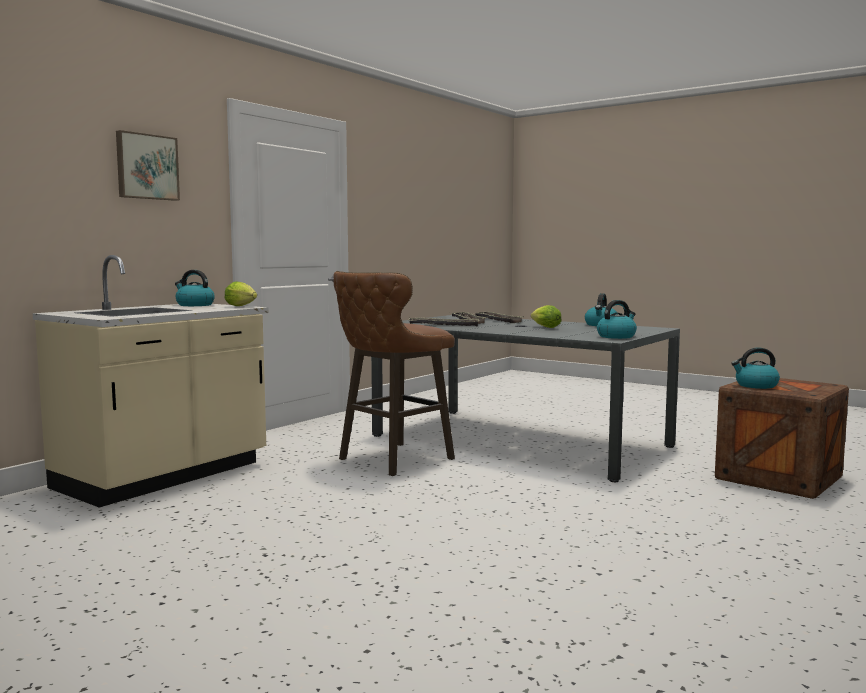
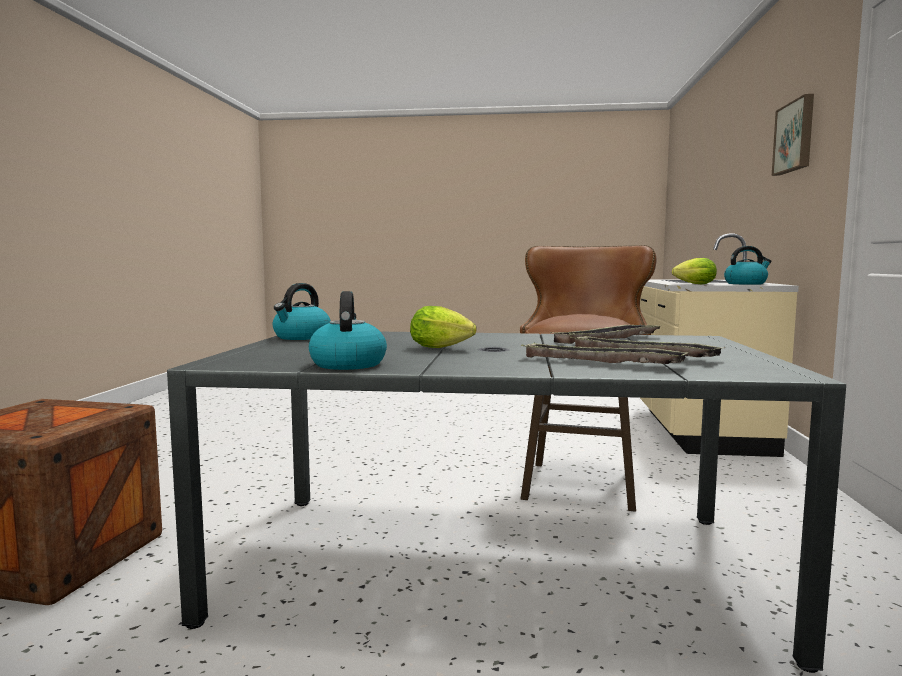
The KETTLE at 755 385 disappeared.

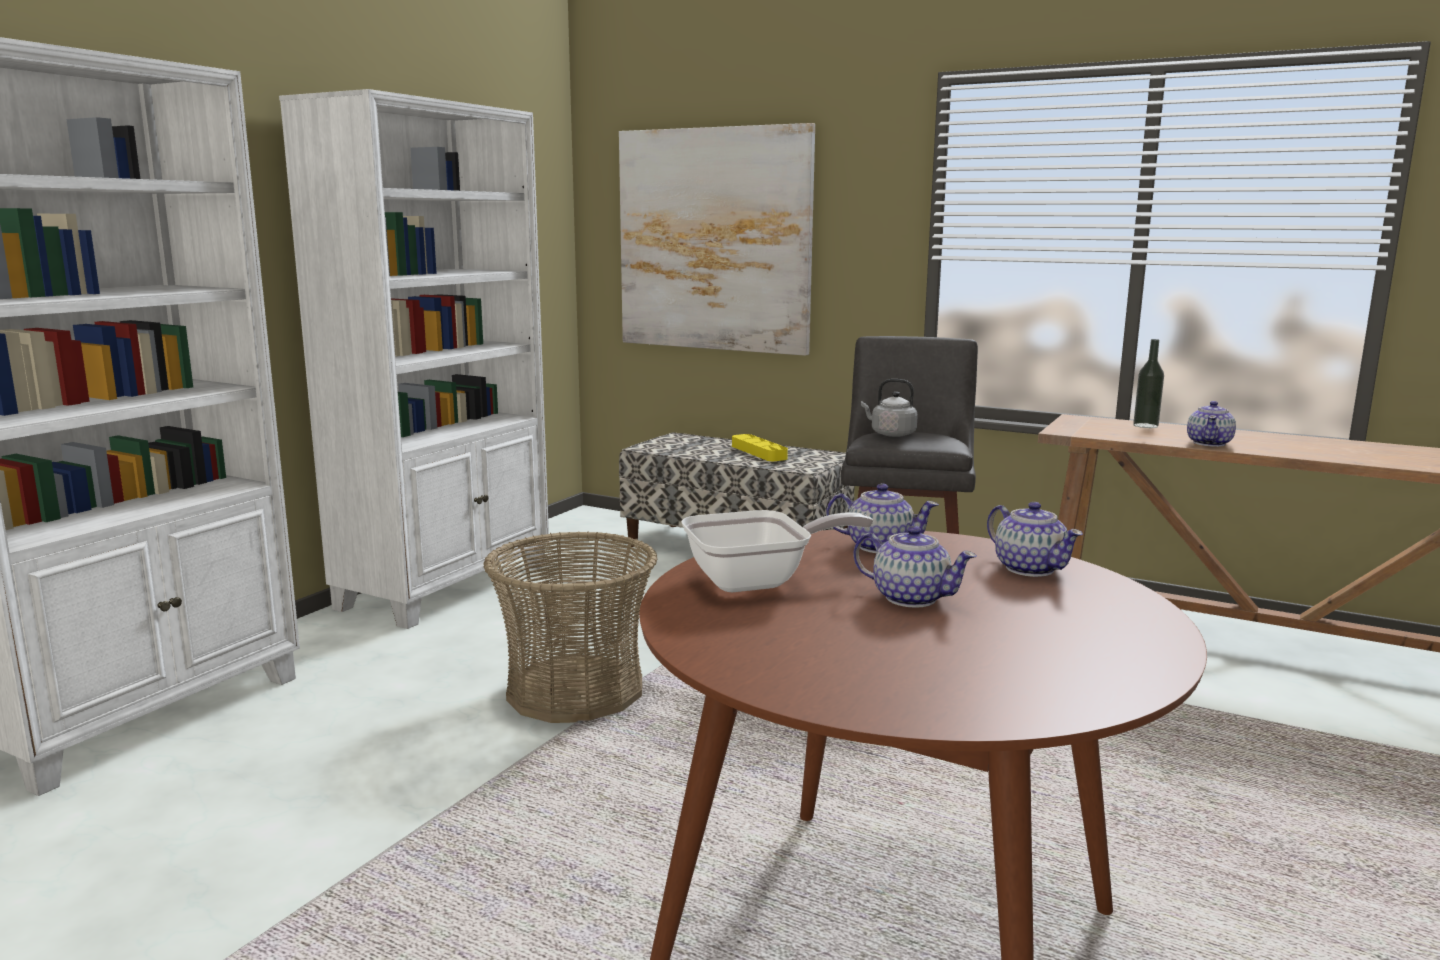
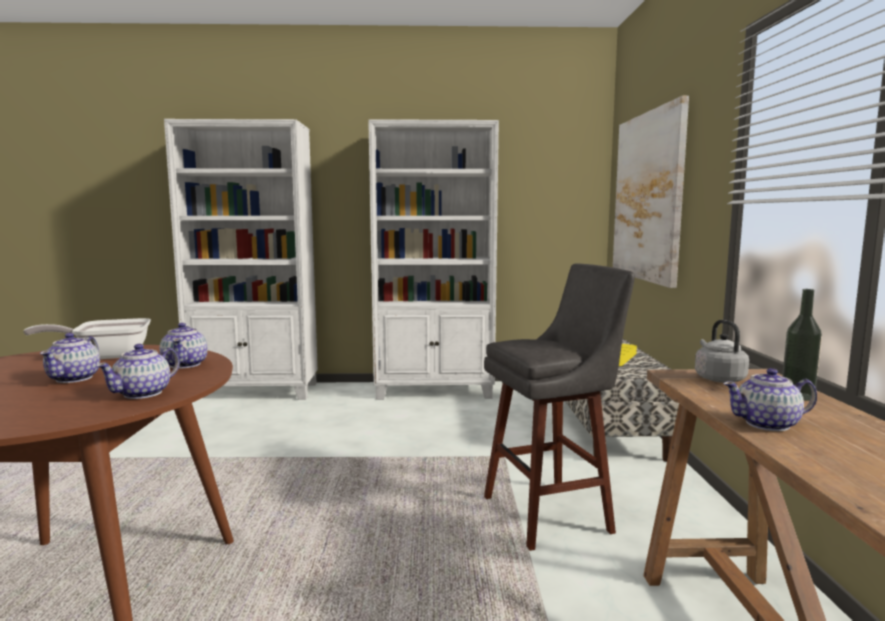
The BASKET at 576 691 disappeared. The GREY KETTLE moved from 890 434 to 718 378. The FRYING PAN at 759 581 turned 120 degrees clockwise.

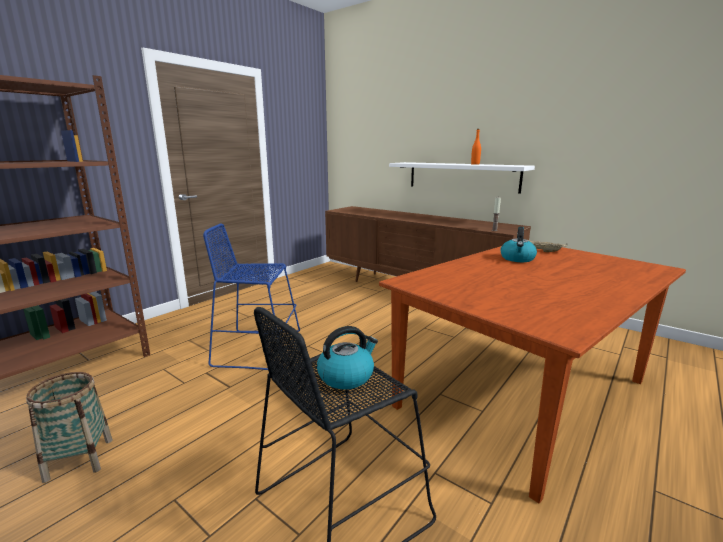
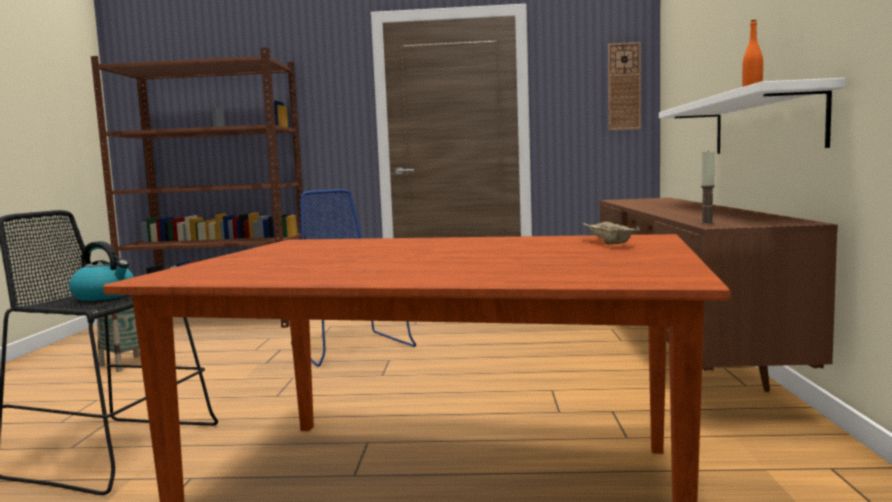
The KETTLE at 517 259 disappeared. The WALL CLOCK at 624 86 appeared.

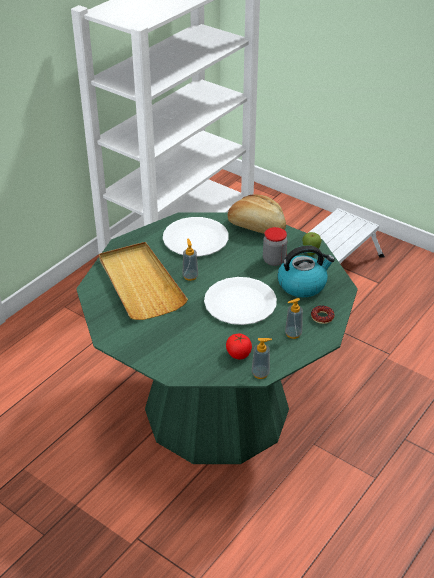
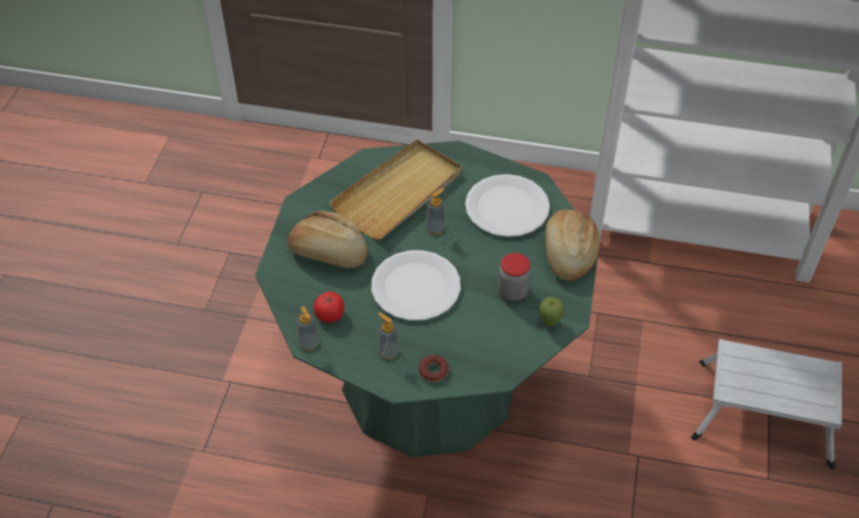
The KETTLE at 302 284 disappeared. The BREAD at 328 253 appeared.

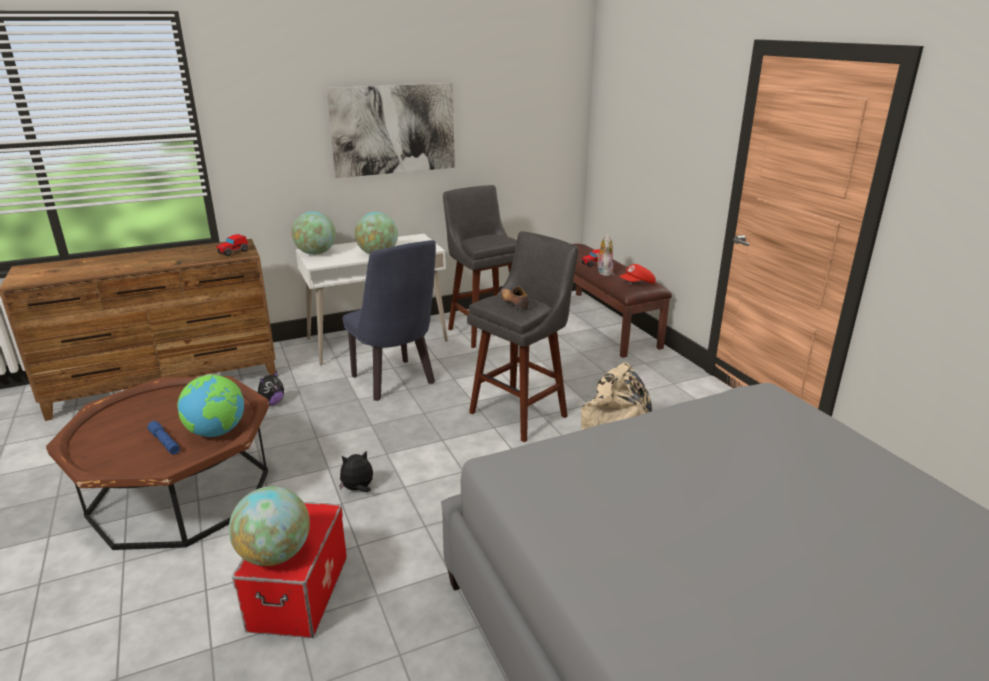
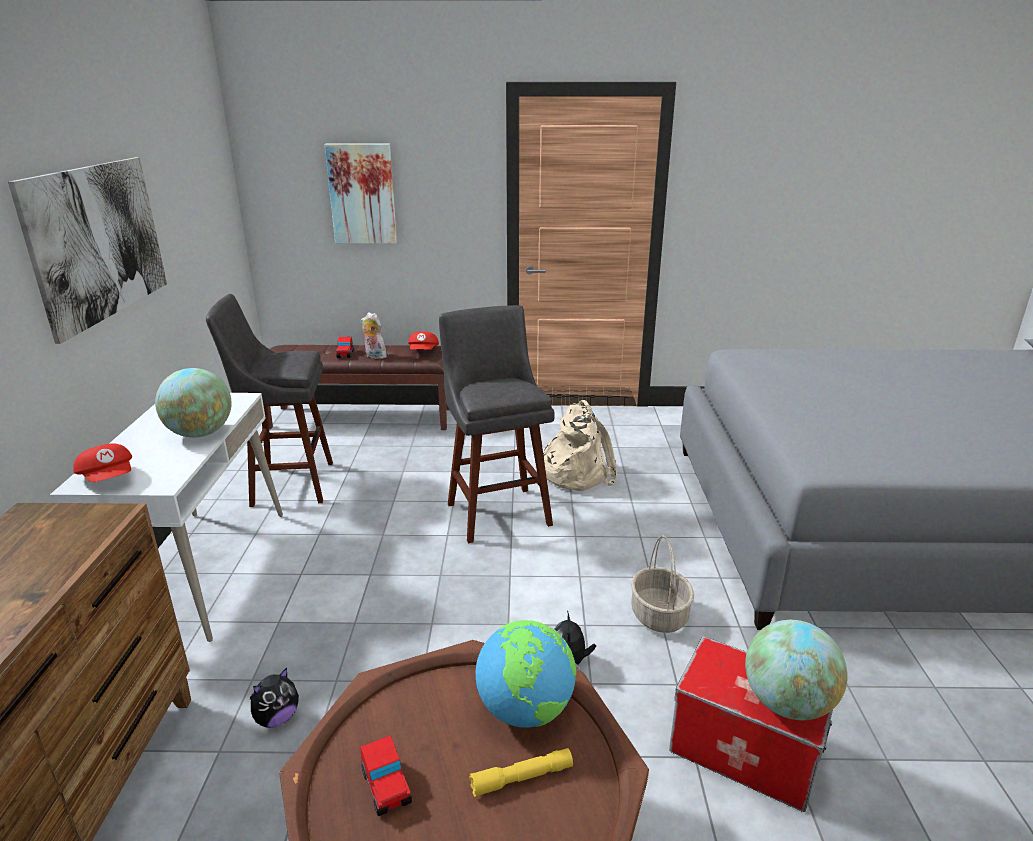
The BLUE CHAIR at 396 382 disappeared. The SHOE at 513 303 disappeared. The PICTURE at 362 194 appeared. The BASKET at 658 615 appeared. The TOY CAR moved from 233 252 to 386 788. The GLOBE at 316 253 was replaced by the RED CAP at 109 478. The BLUE FLASHLIGHT at 165 442 became the YELLOW FLASHLIGHT at 522 778. The PLUSH TOY at 271 403 turned 75 degrees clockwise.

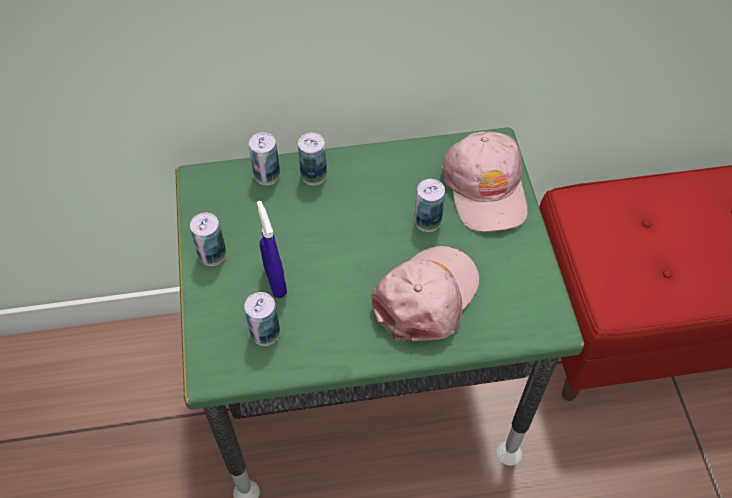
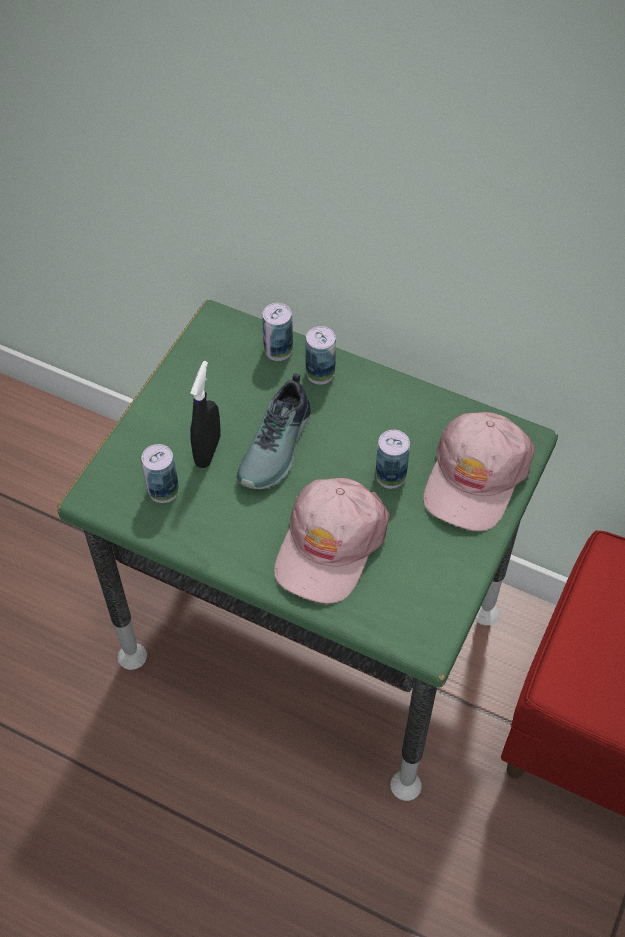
The CAN at 212 255 disappeared. The SHOE at 278 446 appeared. The BLUE SPRAY BOTTLE at 275 282 became the BLACK SPRAY BOTTLE at 208 451. The PINK CAP at 426 297 turned 135 degrees clockwise.

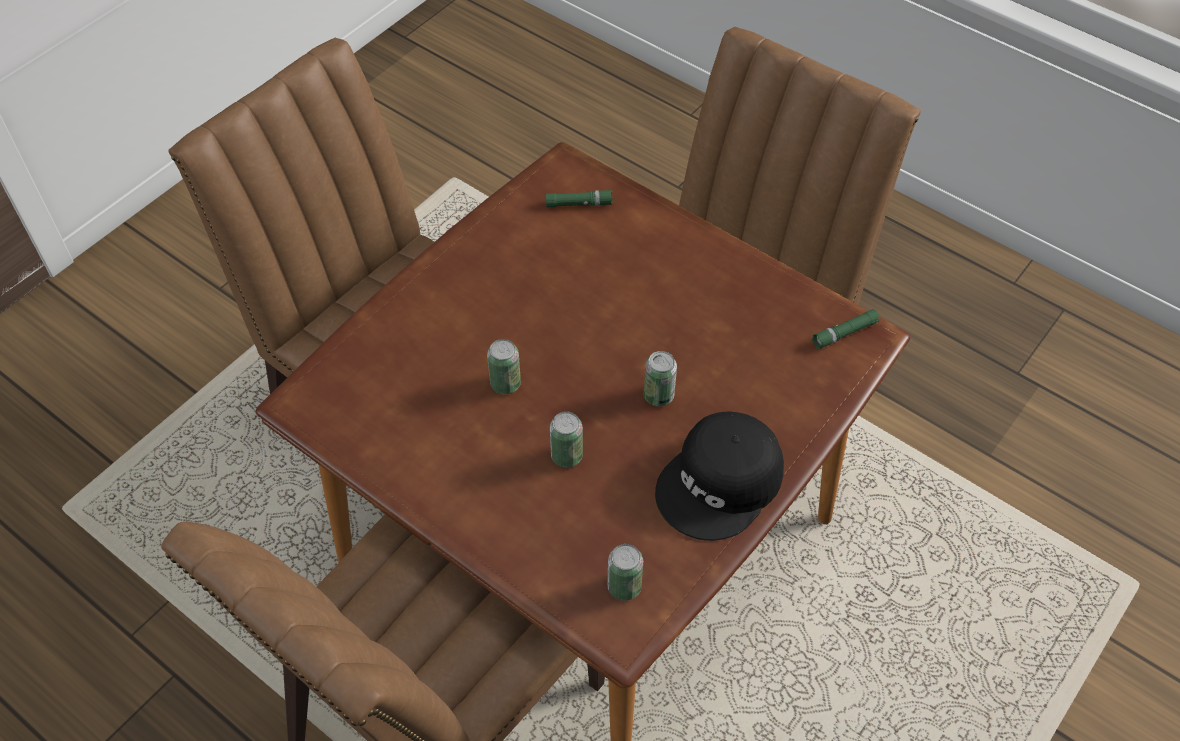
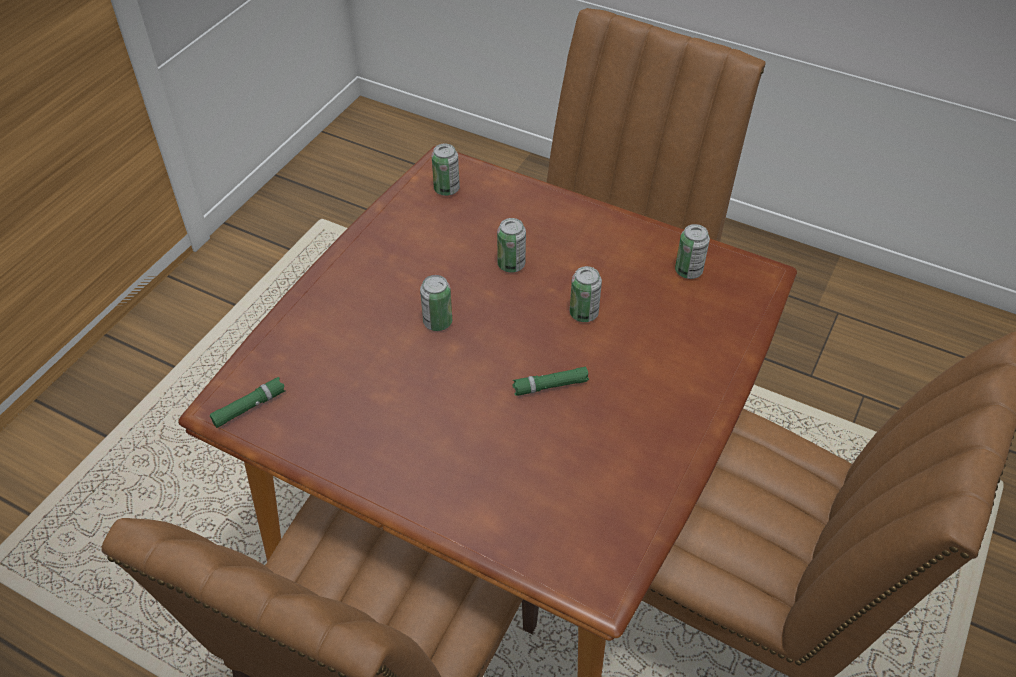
The BLACK CAP at 721 484 disappeared. The CAN at 688 271 appeared. The GREEN FLASHLIGHT moved from 579 203 to 550 386.

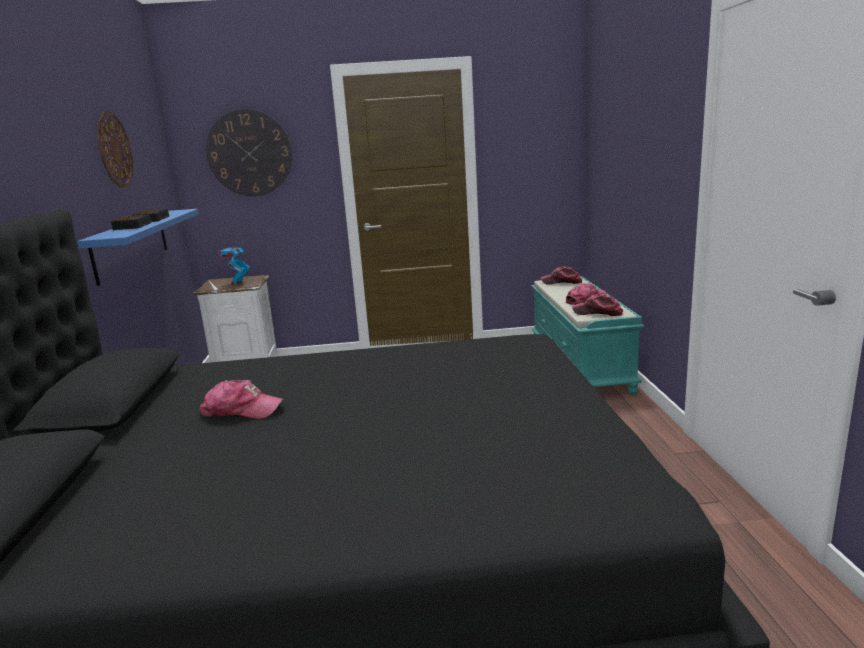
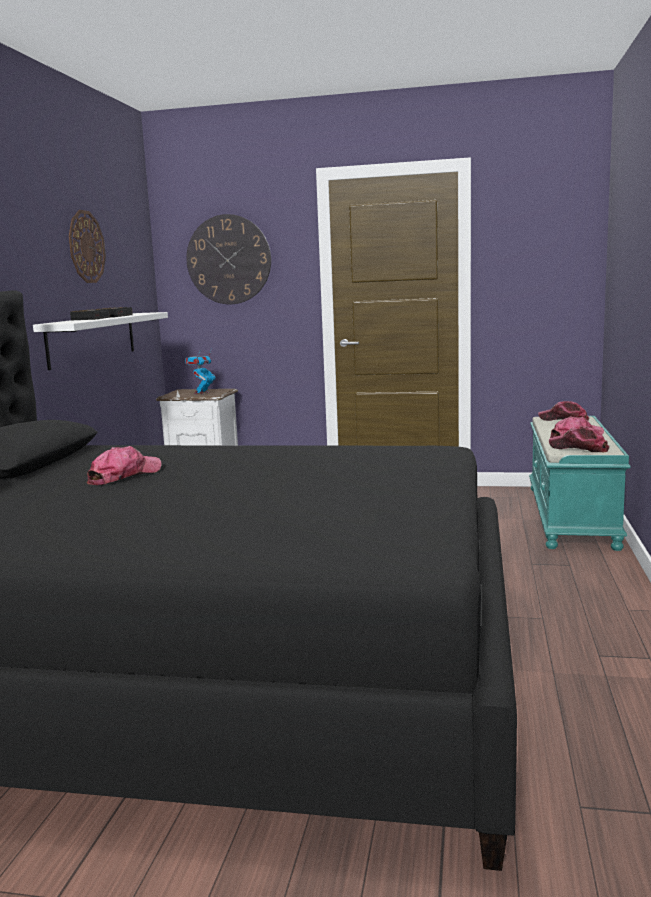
The BLUE SHELF at 131 244 became the WHITE SHELF at 92 339. The CAP at 241 410 turned 75 degrees counterclockwise.

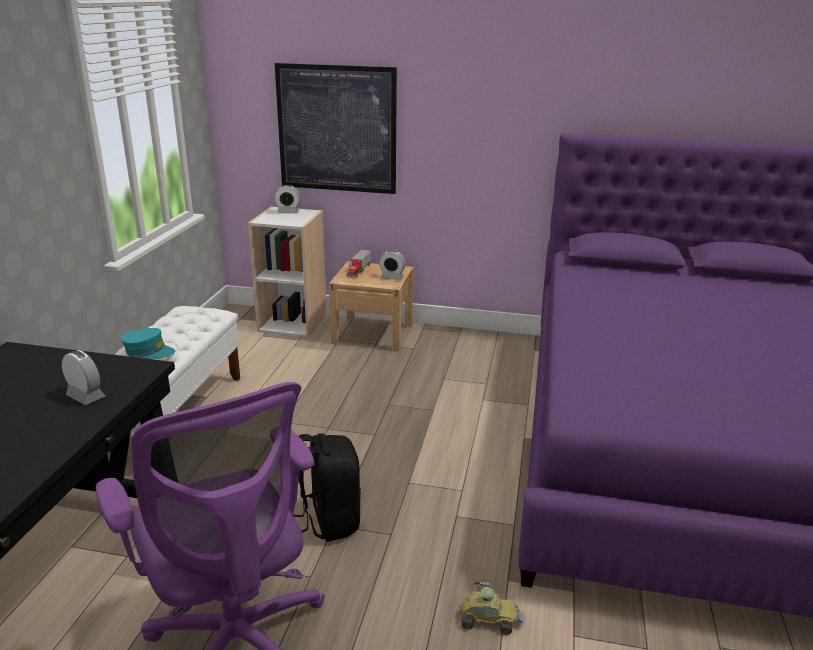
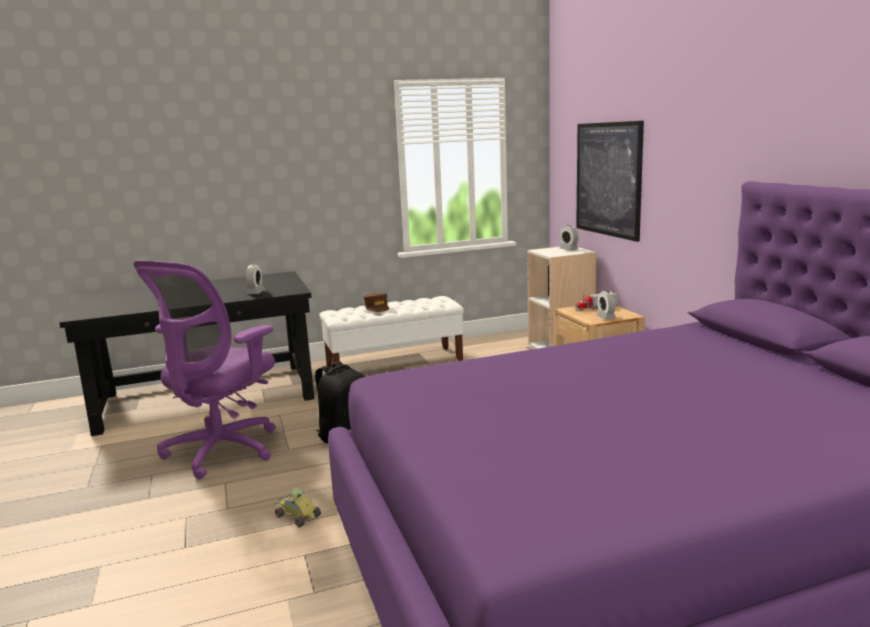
The TURQUOISE CAP at 148 352 became the BROWN CAP at 377 308. The TOY CAR at 488 618 turned 150 degrees clockwise.

